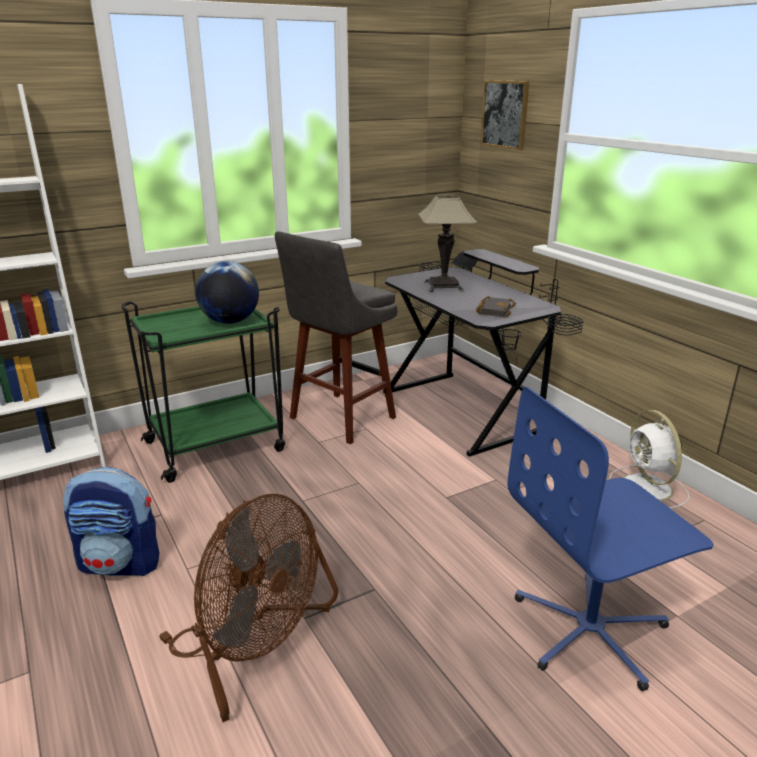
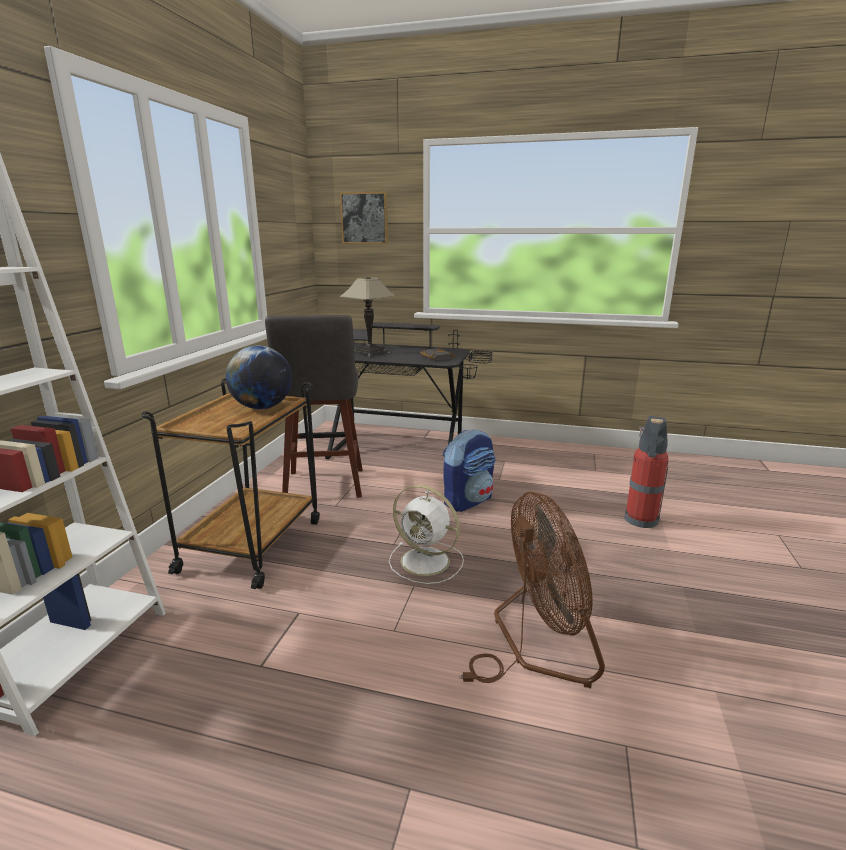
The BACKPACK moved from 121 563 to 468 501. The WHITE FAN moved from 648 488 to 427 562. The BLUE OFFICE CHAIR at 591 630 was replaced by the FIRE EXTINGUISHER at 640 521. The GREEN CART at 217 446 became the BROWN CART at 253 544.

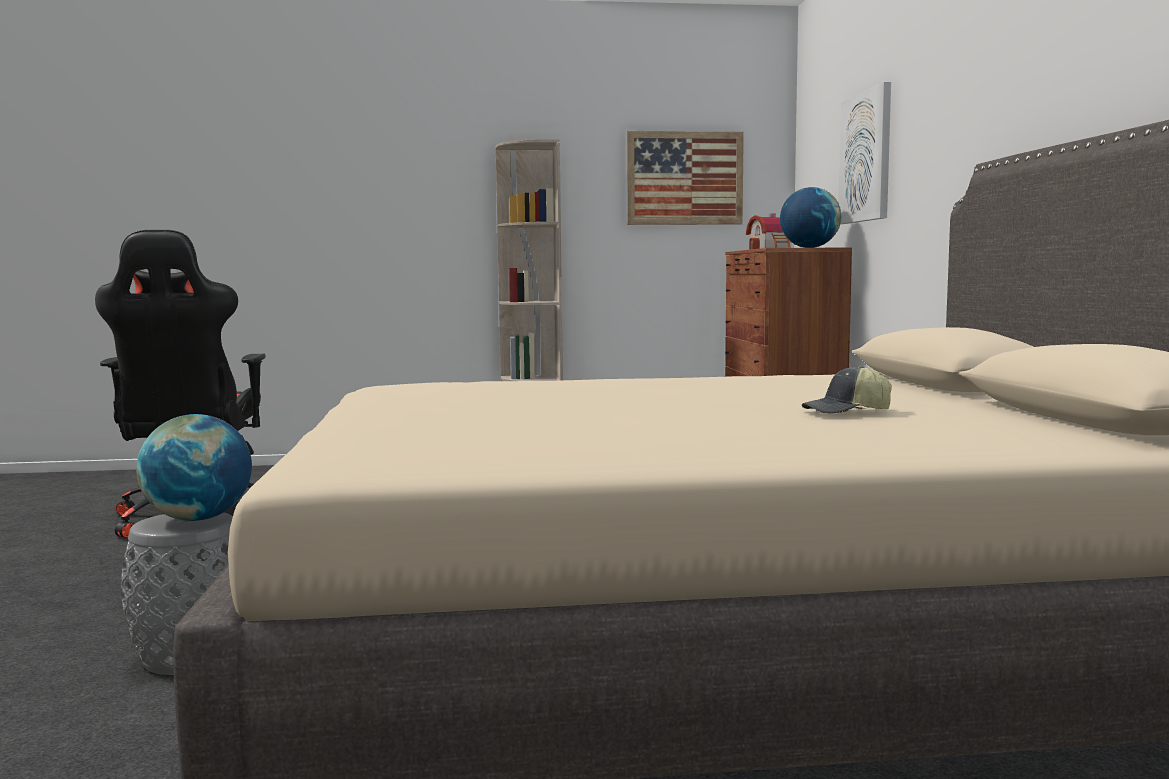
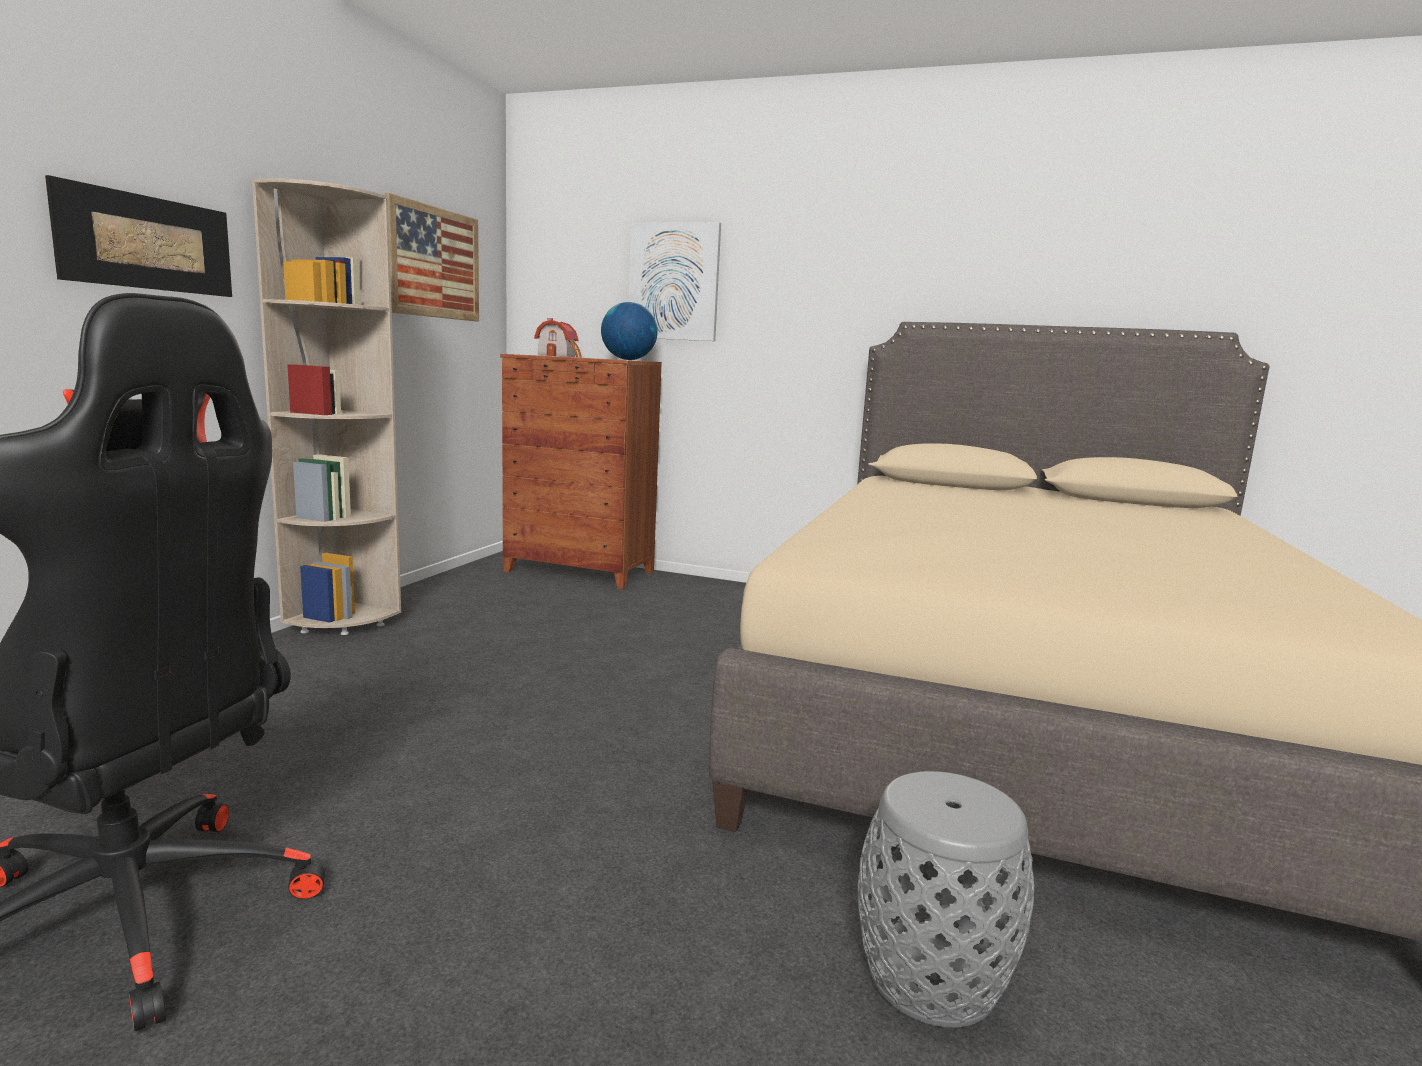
The GLOBE at 198 519 disappeared. The CAP at 846 412 disappeared. The PICTURE at 147 243 appeared.

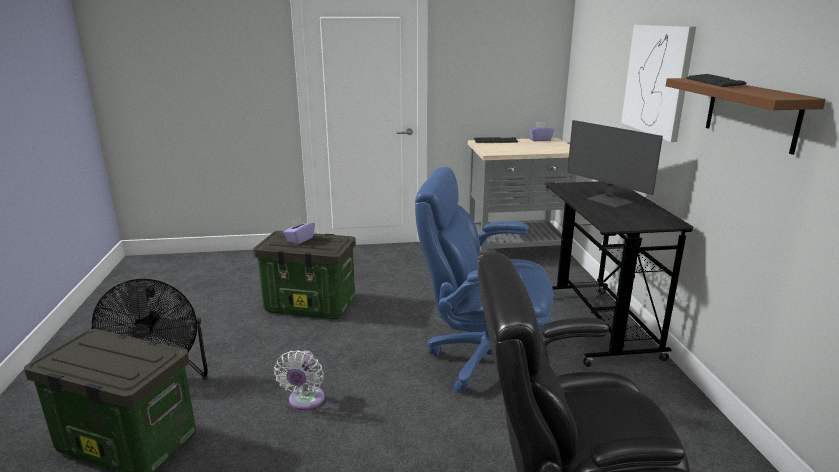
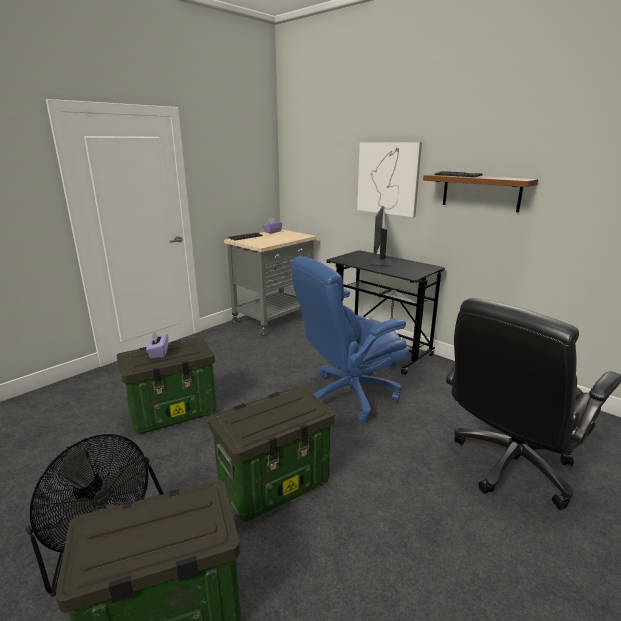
The WHITE FAN at 305 401 was replaced by the STORAGE BOX at 275 483. The MONITOR at 609 201 turned 90 degrees clockwise.

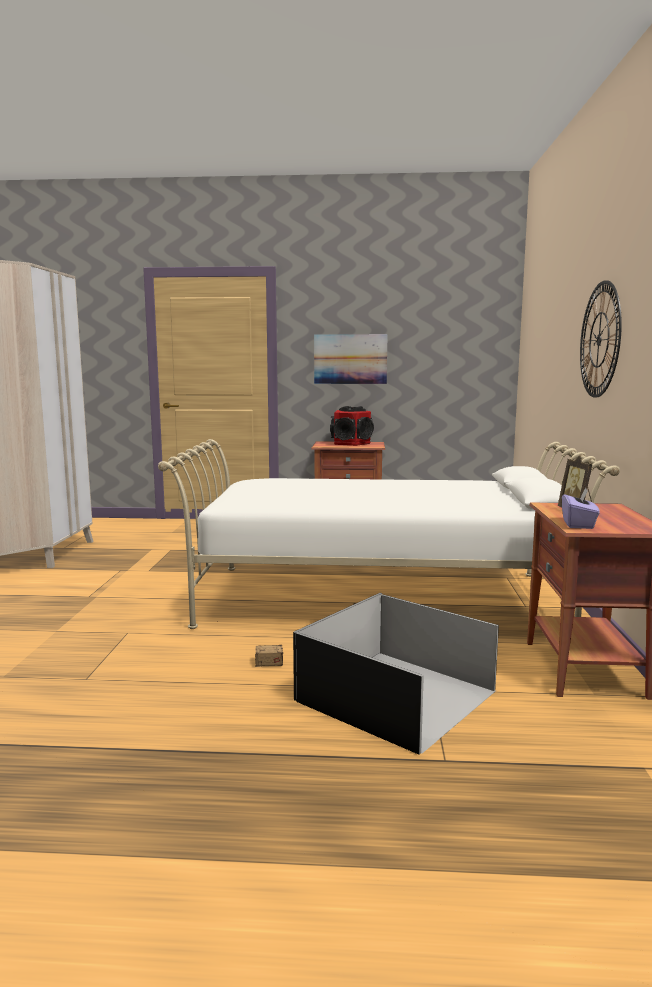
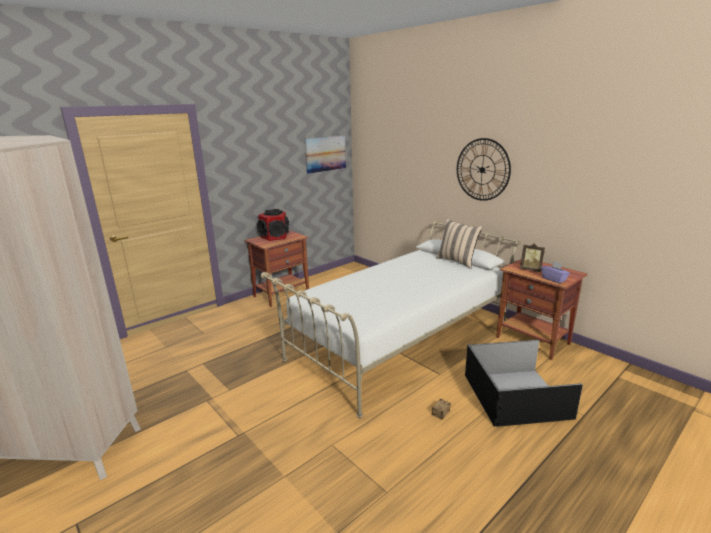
The BEIGE PILLOW at 457 261 appeared. The PICTURE moved from 350 359 to 325 154.

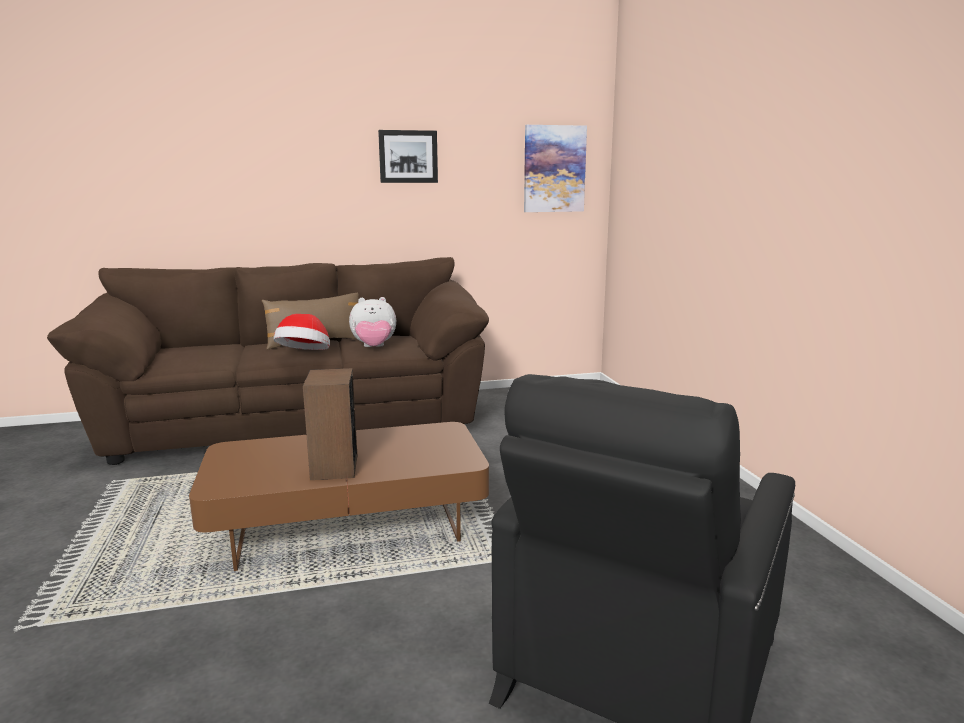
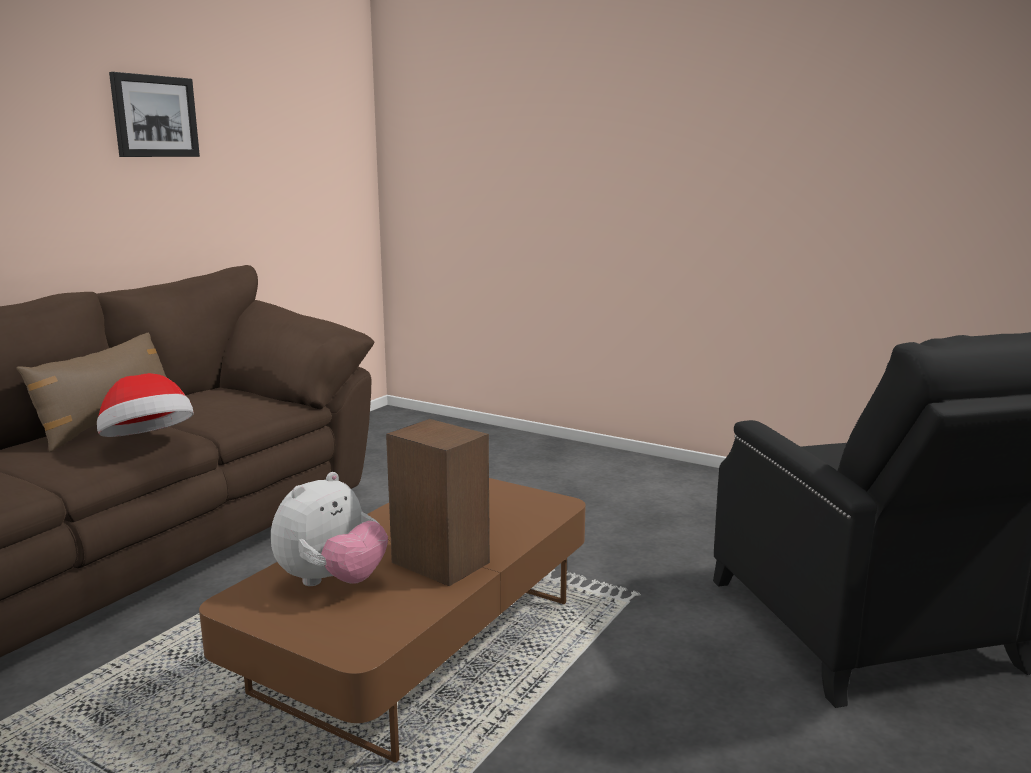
The PICTURE at 554 169 disappeared. The PLUSH TOY moved from 374 347 to 332 581.

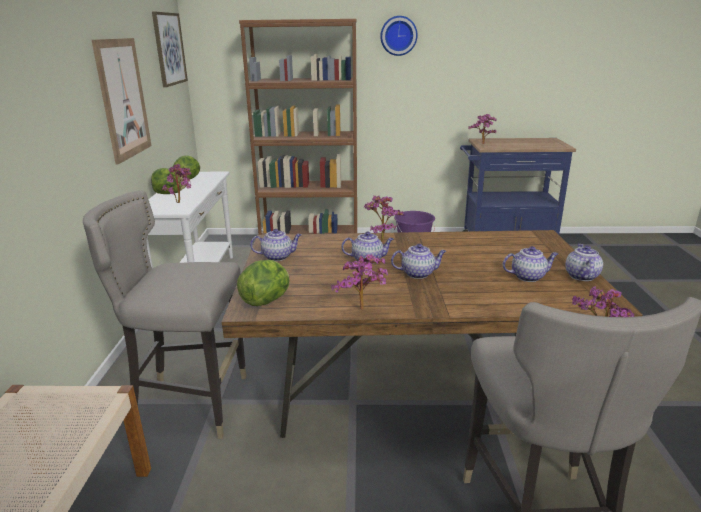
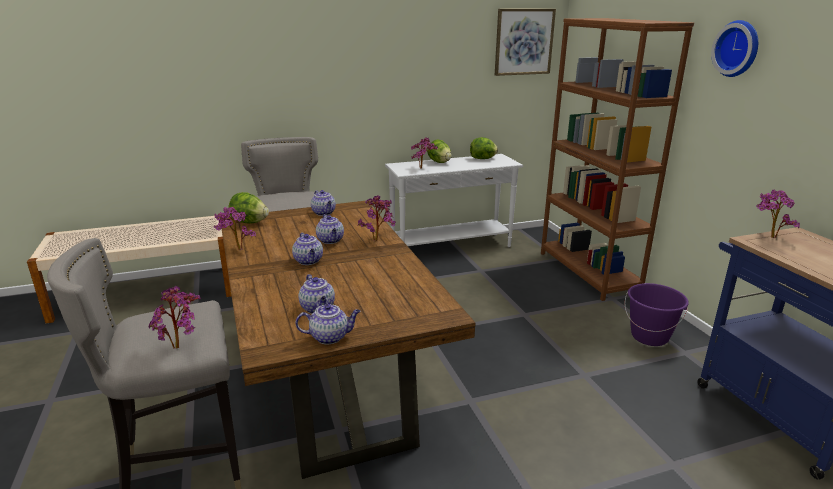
The PICTURE at 123 99 disappeared.

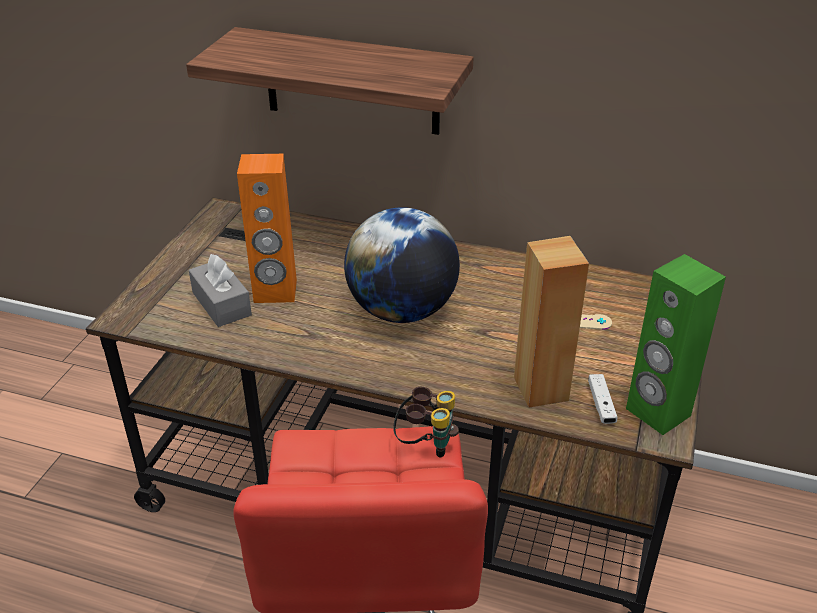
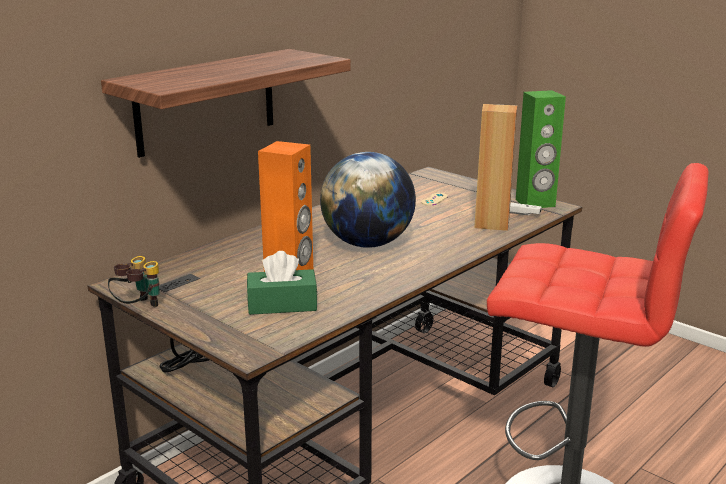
The BINOCULARS moved from 426 443 to 138 308. The GREY TISSUE BOX at 221 304 became the GREEN TISSUE BOX at 282 304.

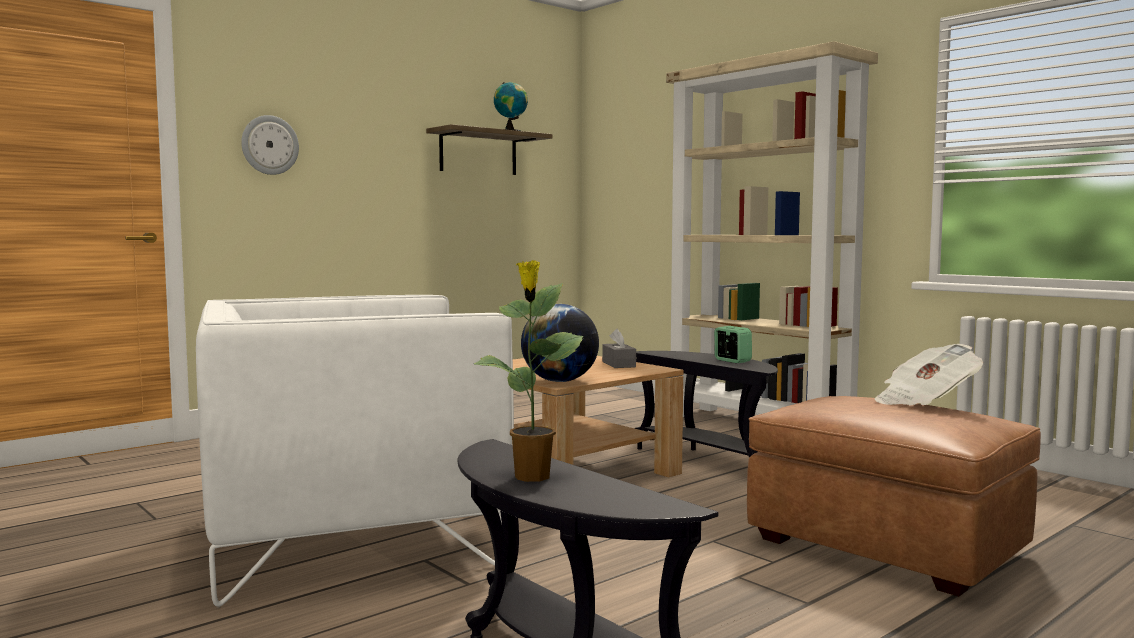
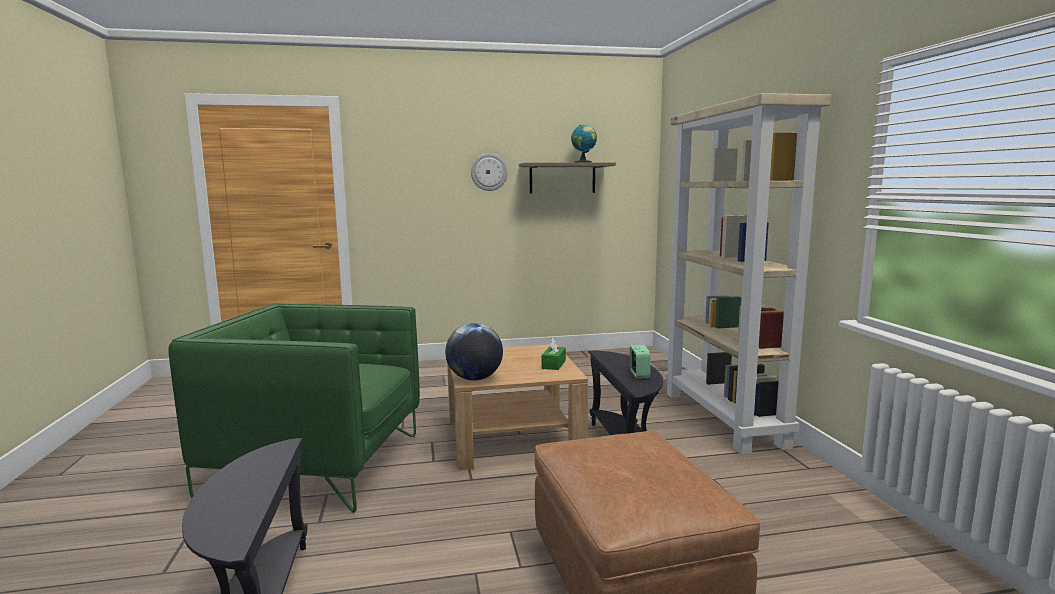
The POTTED PLANT at 532 477 disappeared. The NEWSPAPER at 924 401 disappeared. The WALL CLOCK moved from 269 145 to 489 172. The WHITE ARMCHAIR at 351 539 became the GREEN ARMCHAIR at 317 465. The GREY TISSUE BOX at 618 364 became the GREEN TISSUE BOX at 553 364.

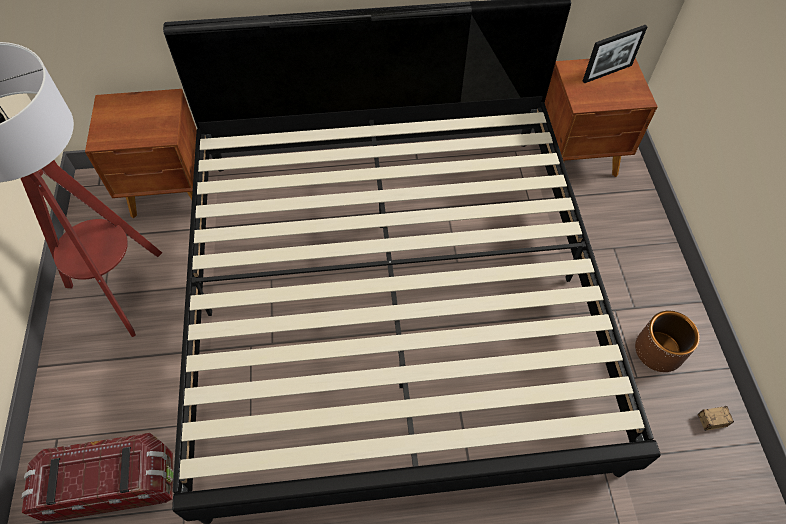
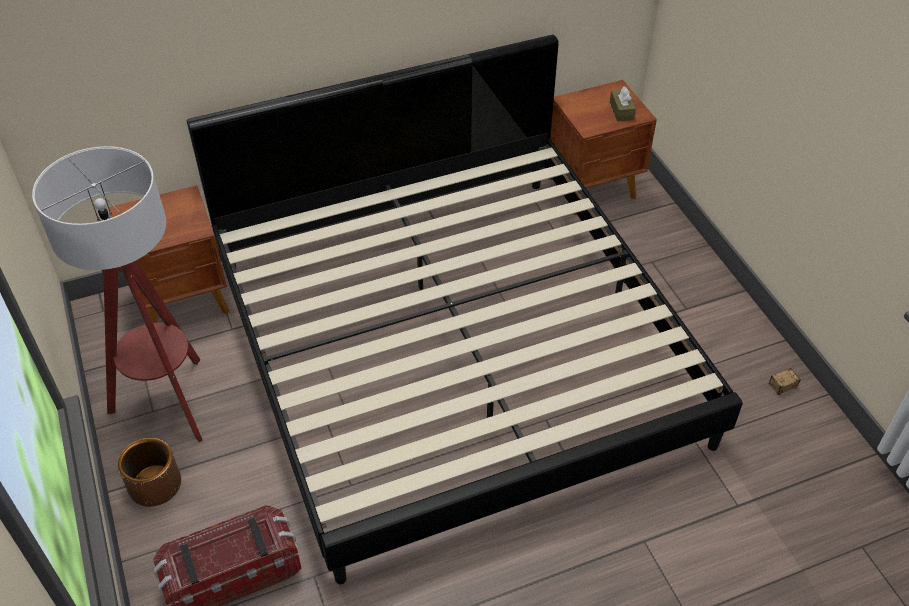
The PICTURE FRAME at 607 73 disappeared. The BROWN TISSUE BOX at 621 111 appeared. The BROWN PLANTER moved from 658 350 to 155 485.

